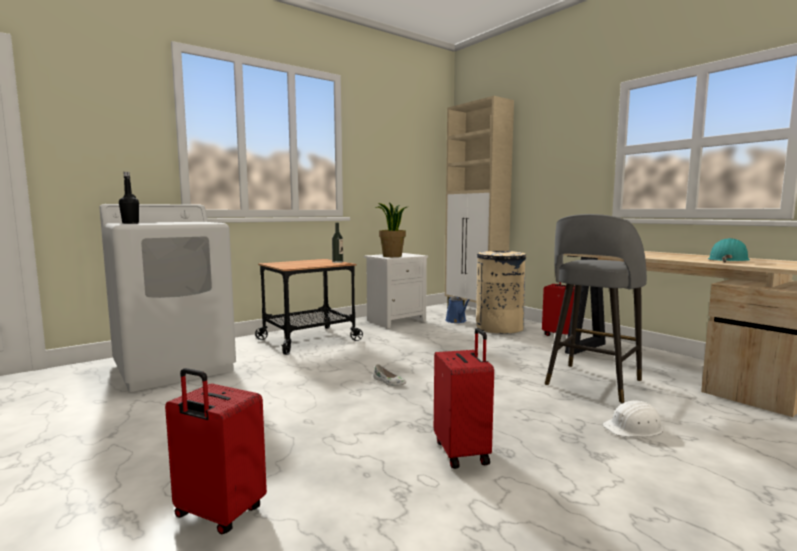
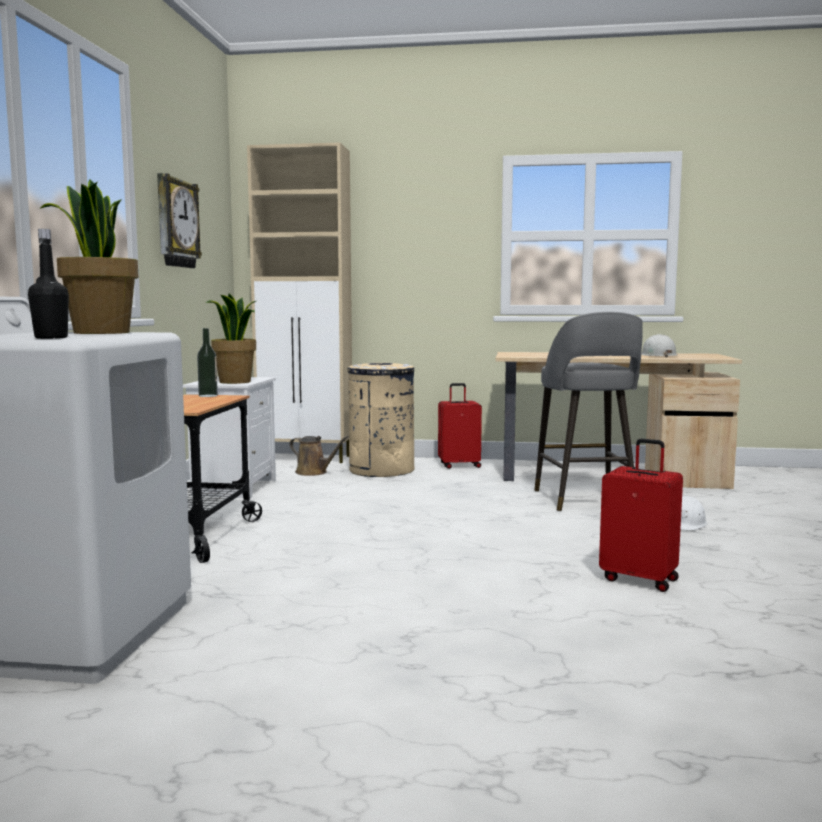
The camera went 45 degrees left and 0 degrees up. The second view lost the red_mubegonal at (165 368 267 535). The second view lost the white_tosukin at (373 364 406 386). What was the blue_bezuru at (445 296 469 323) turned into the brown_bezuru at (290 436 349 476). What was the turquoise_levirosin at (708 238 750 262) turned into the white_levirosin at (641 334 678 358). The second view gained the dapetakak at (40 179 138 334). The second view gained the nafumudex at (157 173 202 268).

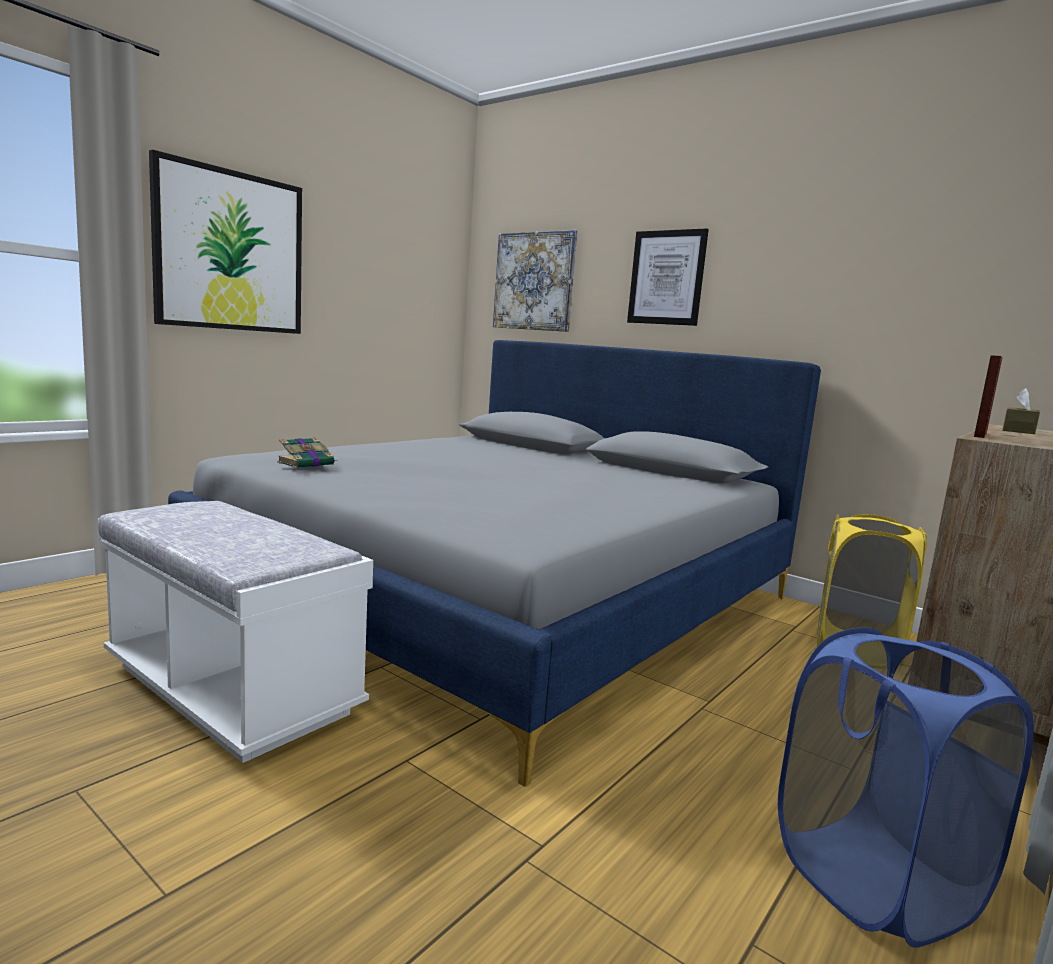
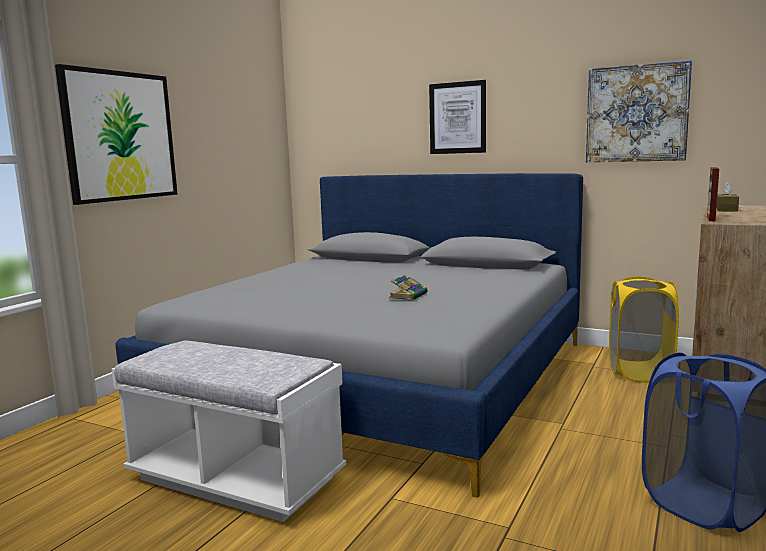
The camera went 10 degrees left and 0 degrees up. The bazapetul ended up elsewhere, having gone from (277 437 338 468) to (389 274 428 300). The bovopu ended up elsewhere, having gone from (493 230 578 332) to (586 60 692 162).

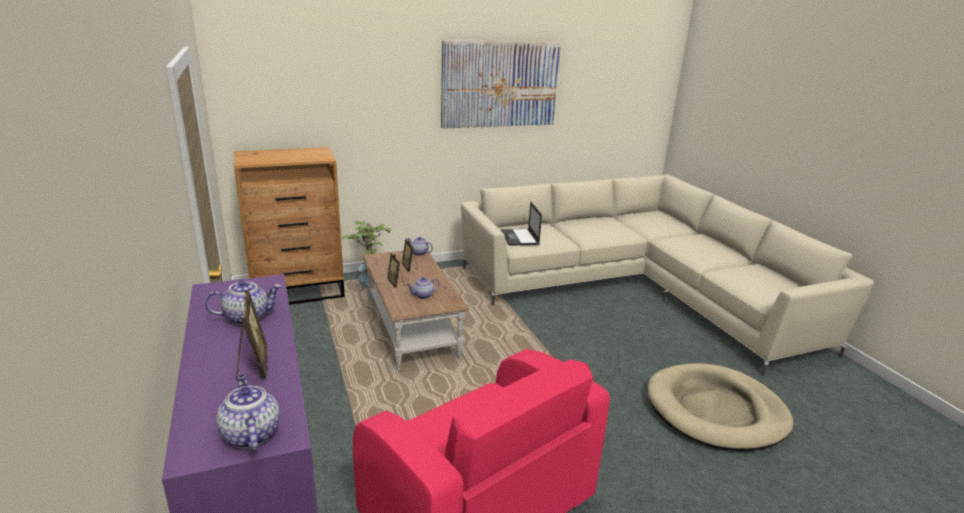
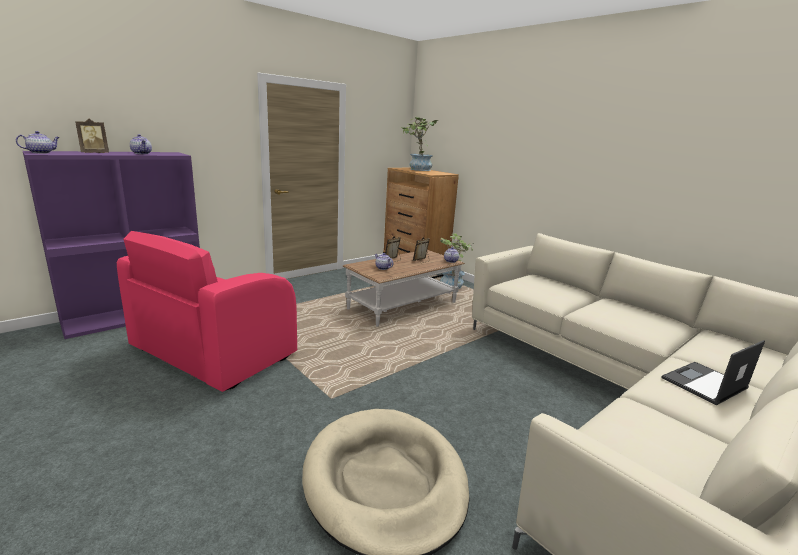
The camera went 70 degrees right and 5 degrees down. The second view lost the bovopu at (441 40 561 129). The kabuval ended up elsewhere, having gone from (501 202 542 246) to (661 340 765 406). The second view gained the dapetakak at (400 117 438 171).

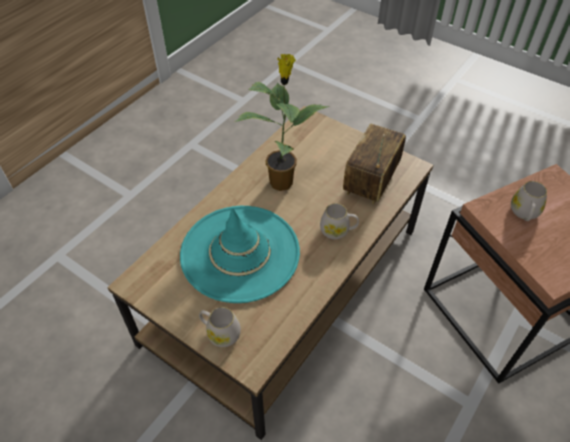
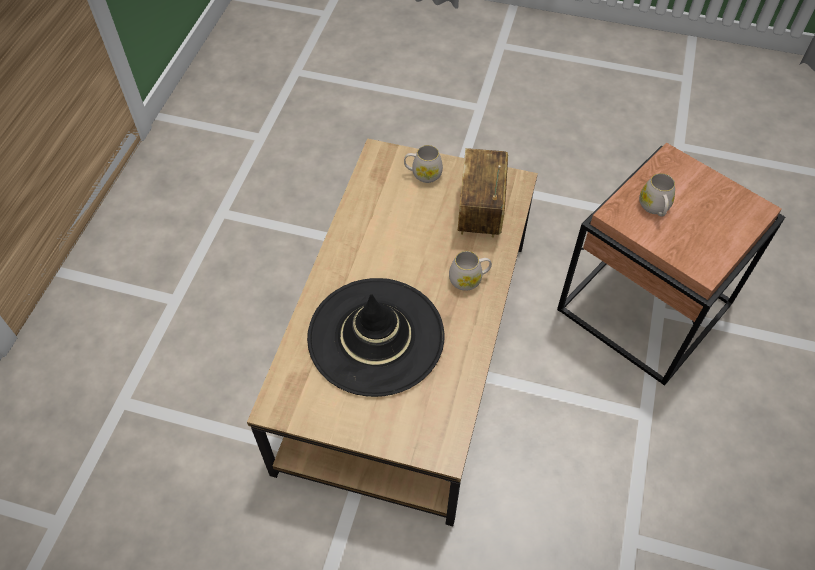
The camera went 20 degrees left and 5 degrees up. What was the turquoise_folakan at (180 206 300 303) turned into the black_folakan at (307 278 445 397). The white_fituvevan ended up elsewhere, having gone from (199 307 241 347) to (404 145 443 183). The second view lost the dapetakak at (235 54 329 191).

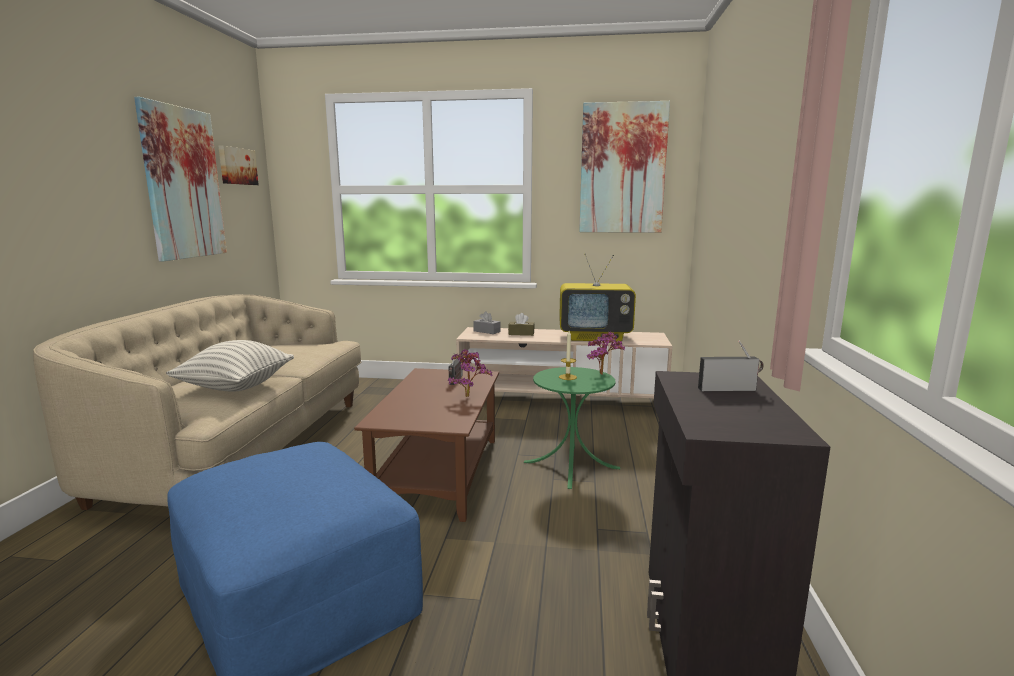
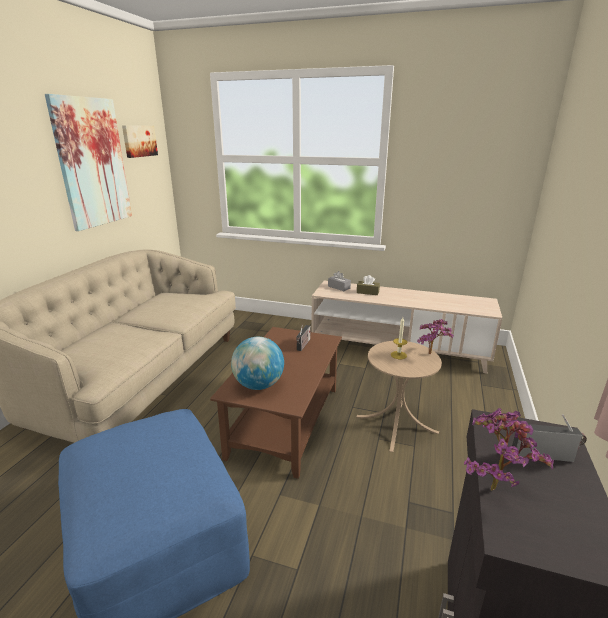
The camera went 10 degrees right and 10 degrees up. The second view lost the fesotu at (166 340 294 392). The dapetakak ended up elsewhere, having gone from (448 349 492 397) to (464 408 554 491). What was the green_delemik at (524 367 620 489) turned into the beige_delemik at (356 341 442 452). The second view lost the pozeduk at (559 254 636 342). The second view lost the bovopu at (579 101 670 233). The second view gained the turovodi at (231 337 284 390).

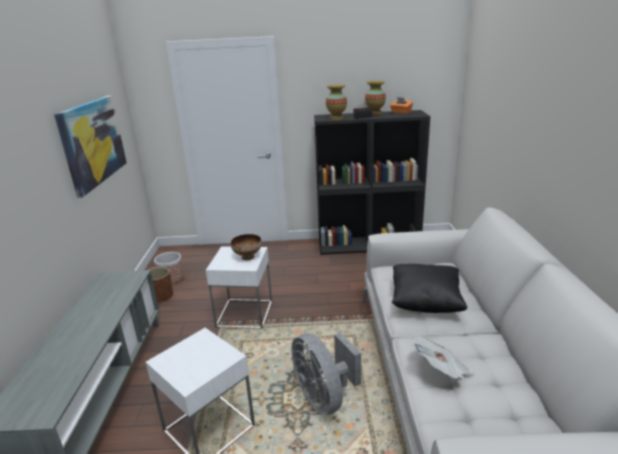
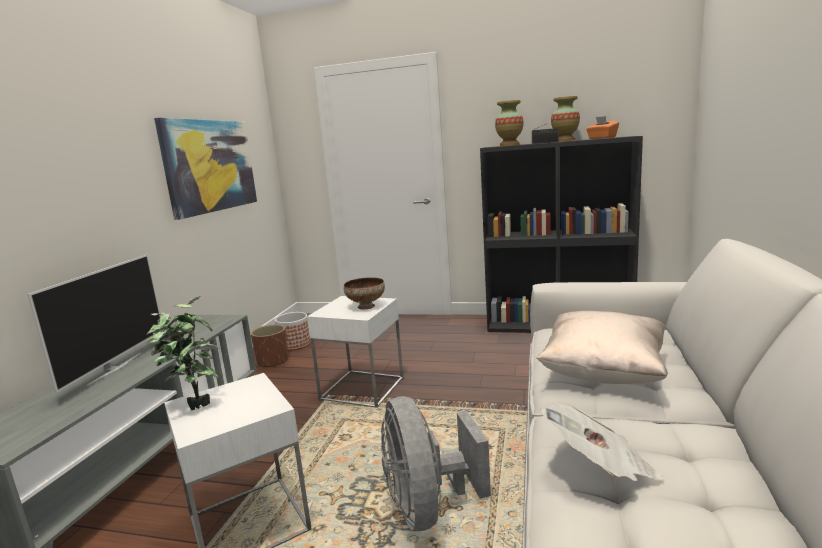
The camera went 15 degrees right and 10 degrees down. What was the black_fesotu at (392 264 467 313) turned into the beige_fesotu at (536 311 668 384). The second view gained the pozeduk at (27 255 161 393). The second view gained the dapetakak at (147 296 219 410).

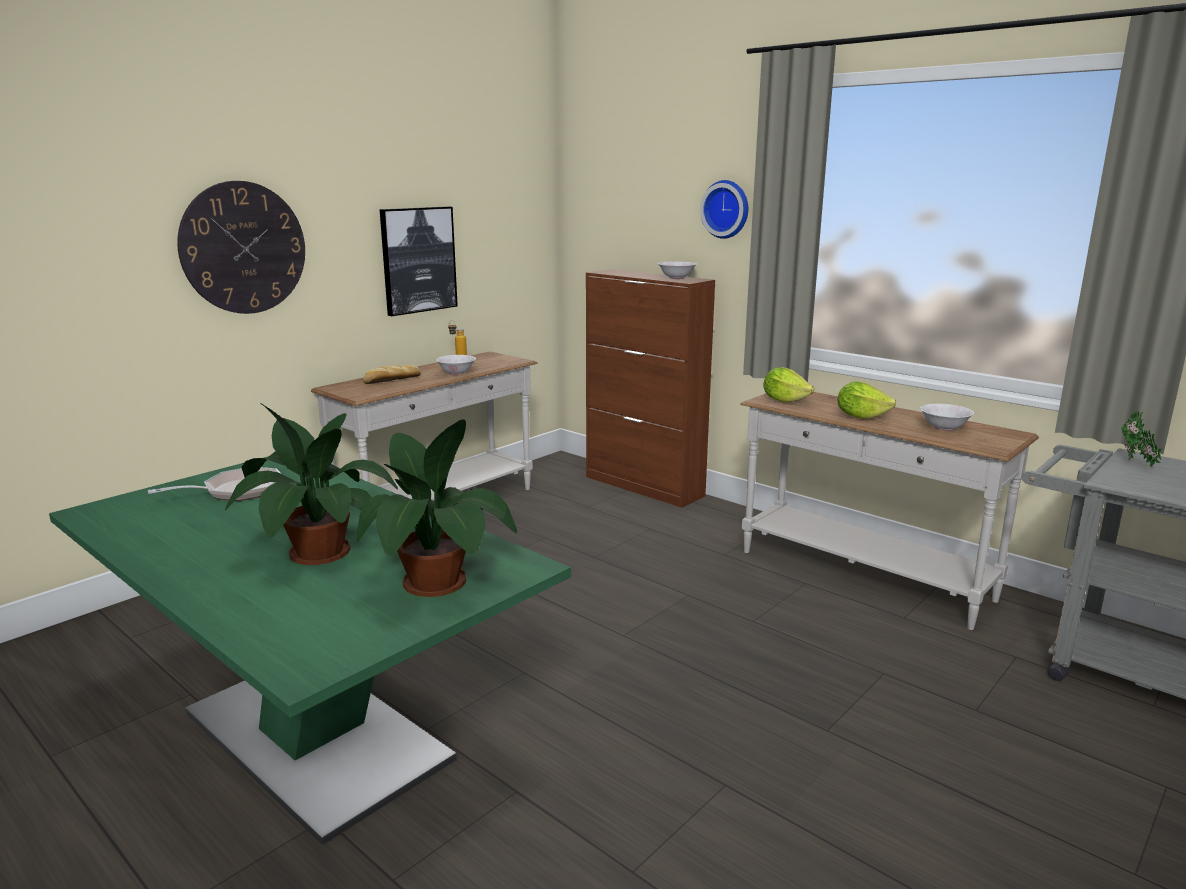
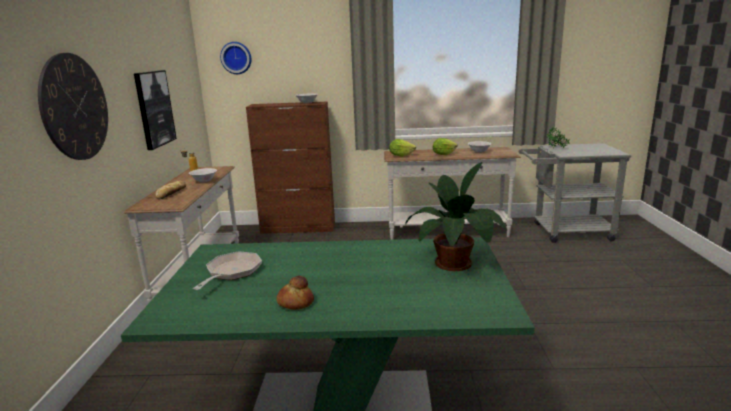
The camera went 40 degrees left and 0 degrees up. The second view lost the dapetakak at (225 403 398 565). The nafumudex ended up elsewhere, having gone from (700 180 748 239) to (220 42 251 74). The second view gained the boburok at (277 276 314 310).

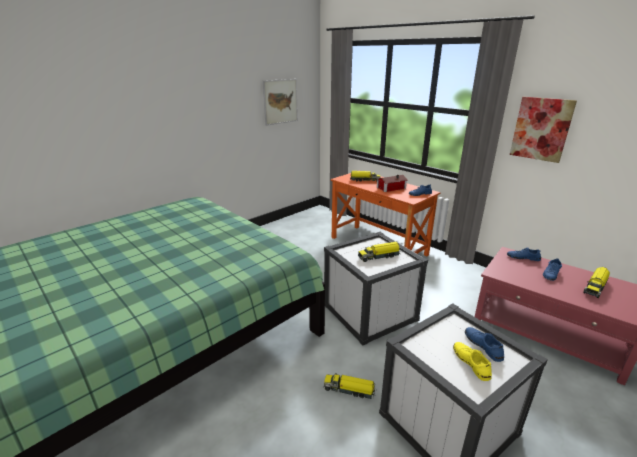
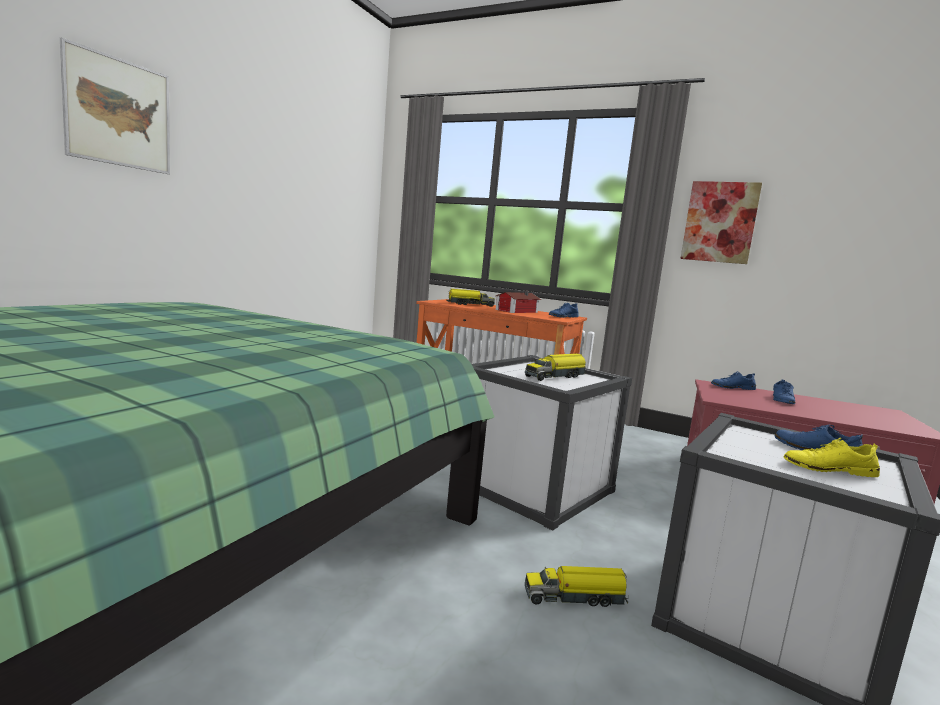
The camera went 20 degrees left and 15 degrees down. The bovopu ended up elsewhere, having gone from (263 79 298 126) to (60 37 170 174). The yellow_tosukin at (453 342 492 381) ended up facing another way, 45 degrees counterclockwise from before. The second view lost the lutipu at (583 267 610 298).

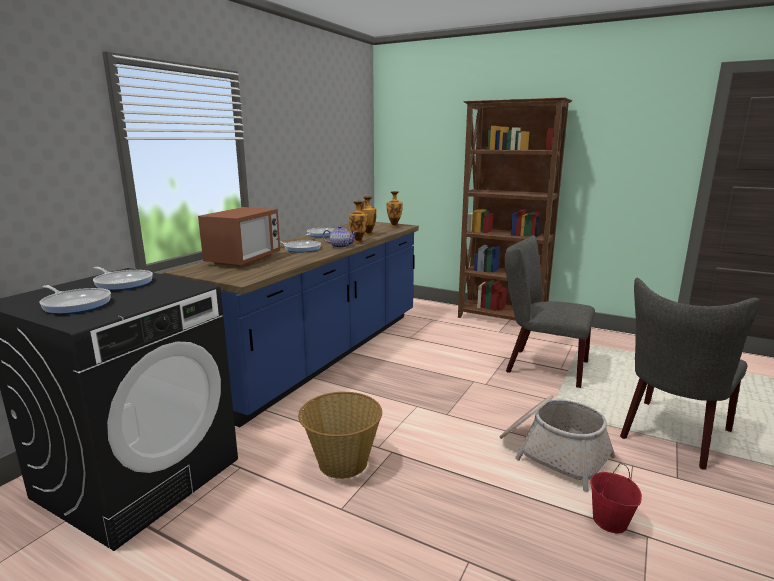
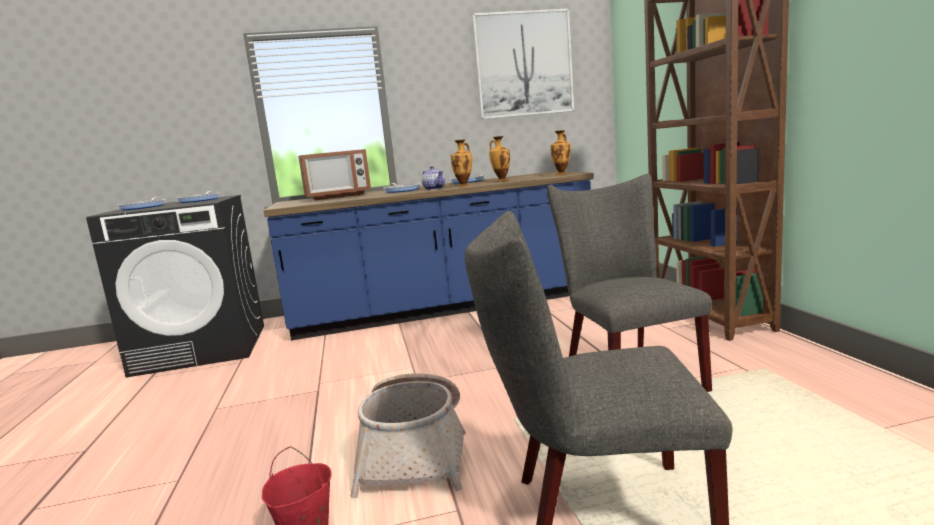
The camera went 50 degrees right and 5 degrees down. The second view lost the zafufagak at (298 392 382 479). The second view gained the bovopu at (472 8 574 119).

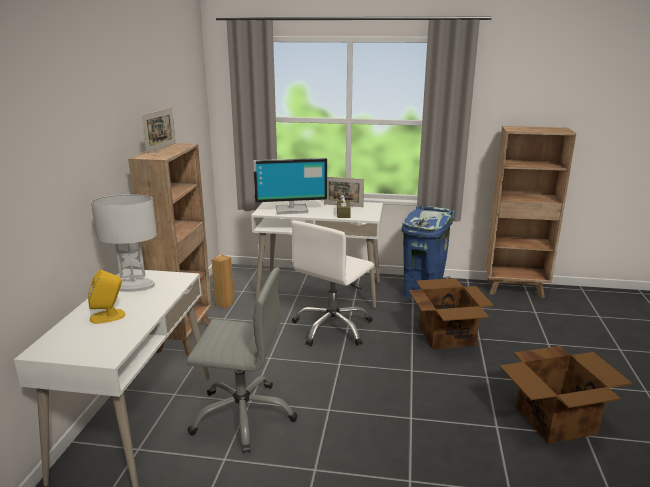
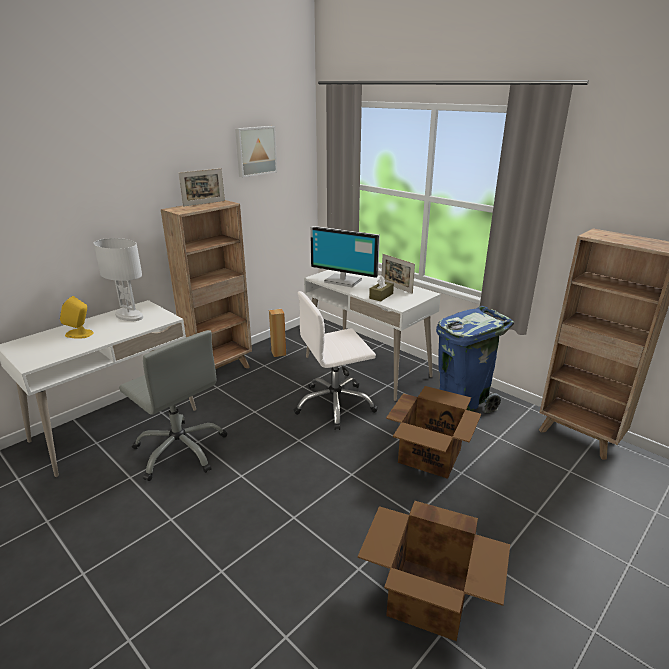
The camera went 35 degrees right and 5 degrees up. The second view gained the bovopu at (235 126 277 177).

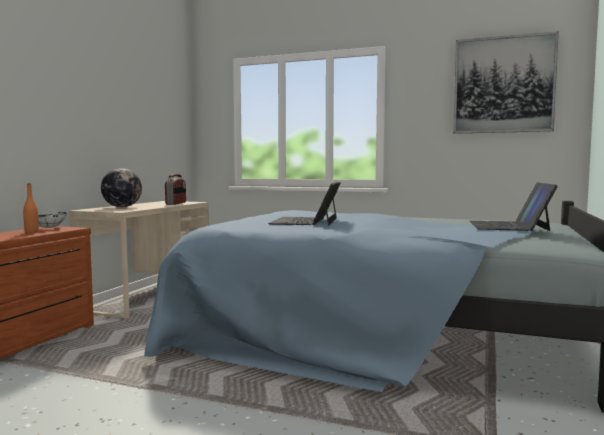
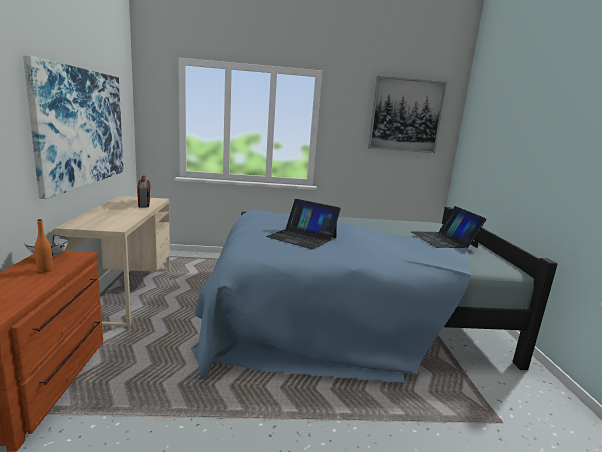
The camera went 25 degrees left and 10 degrees up. The second view lost the turovodi at (101 168 142 207). The kabuval at (268 182 341 225) ended up facing another way, 45 degrees counterclockwise from before. The second view gained the bovopu at (23 55 124 199).

